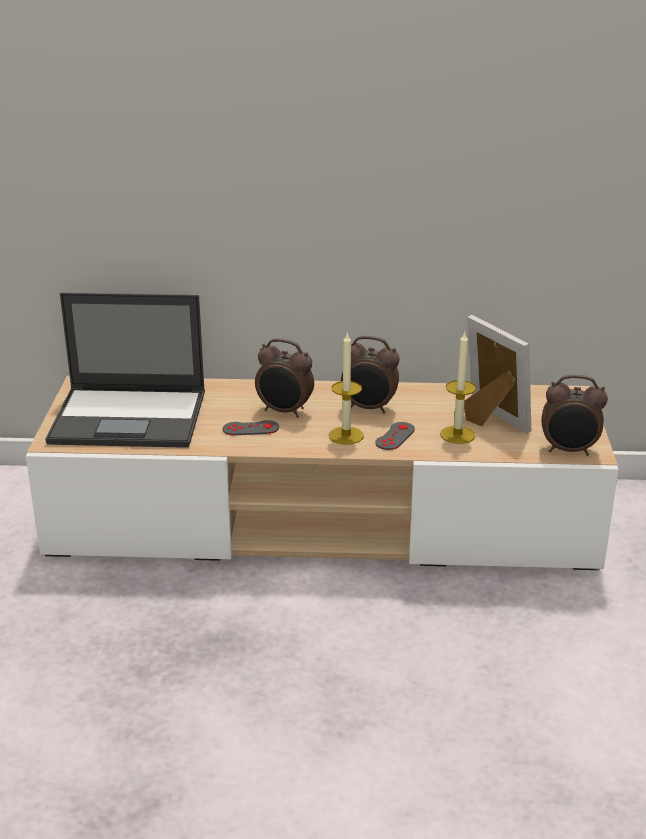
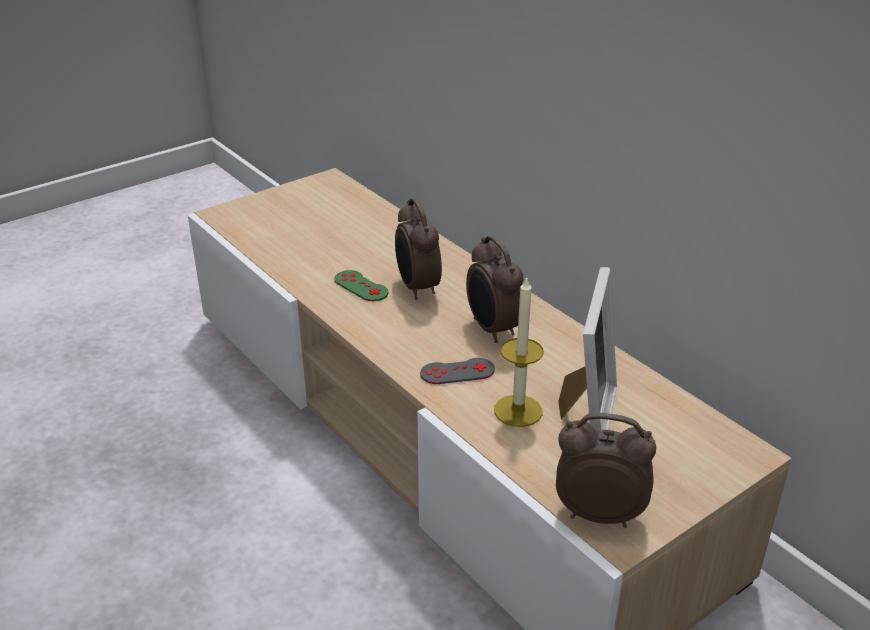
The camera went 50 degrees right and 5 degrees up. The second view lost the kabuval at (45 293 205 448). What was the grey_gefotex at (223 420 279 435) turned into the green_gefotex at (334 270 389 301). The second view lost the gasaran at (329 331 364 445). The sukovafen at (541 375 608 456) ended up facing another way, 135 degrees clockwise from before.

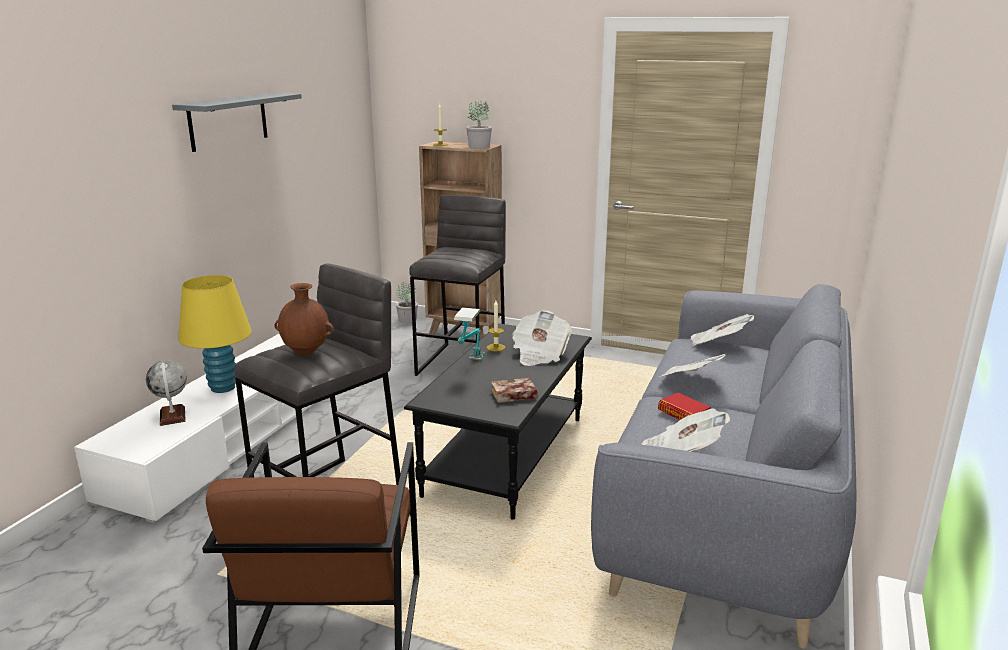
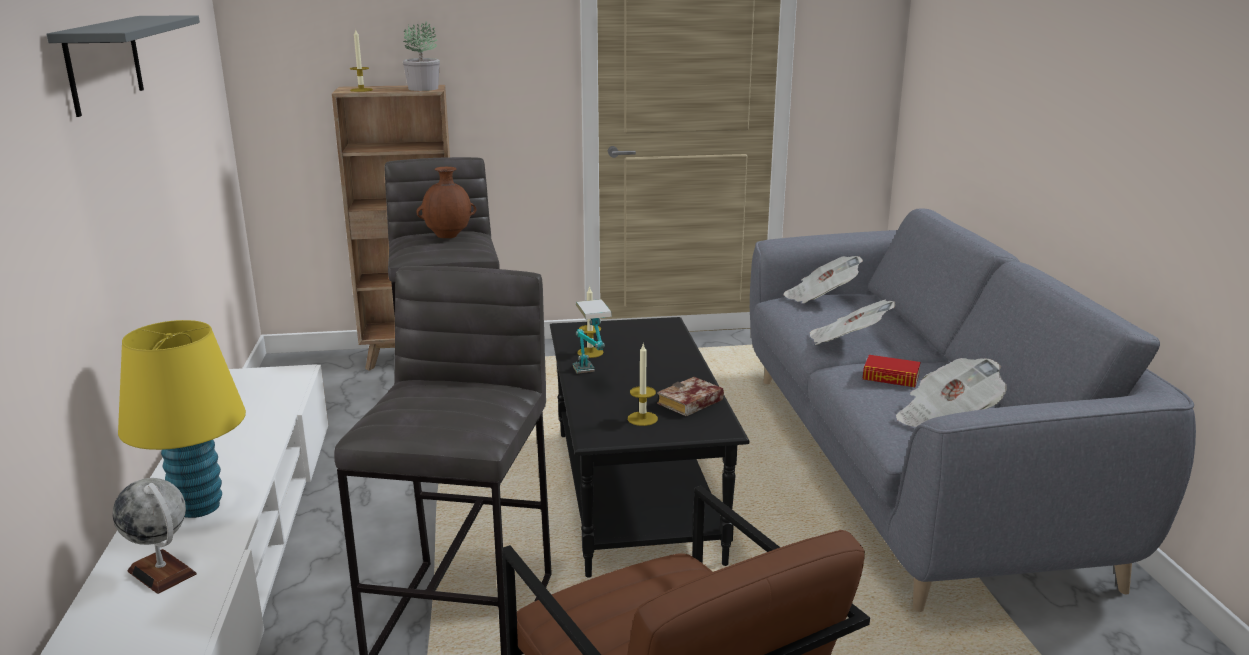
The camera went 30 degrees left and 0 degrees up. The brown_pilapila ended up elsewhere, having gone from (274 283 334 355) to (416 167 476 238). The second view lost the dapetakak at (396 282 418 323). The second view lost the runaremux at (512 310 572 366). The second view gained the gasaran at (628 344 658 426).

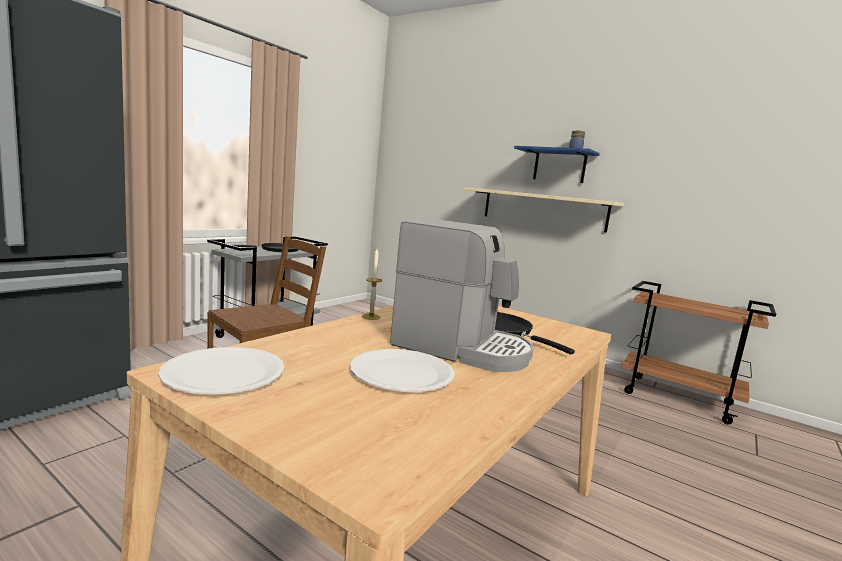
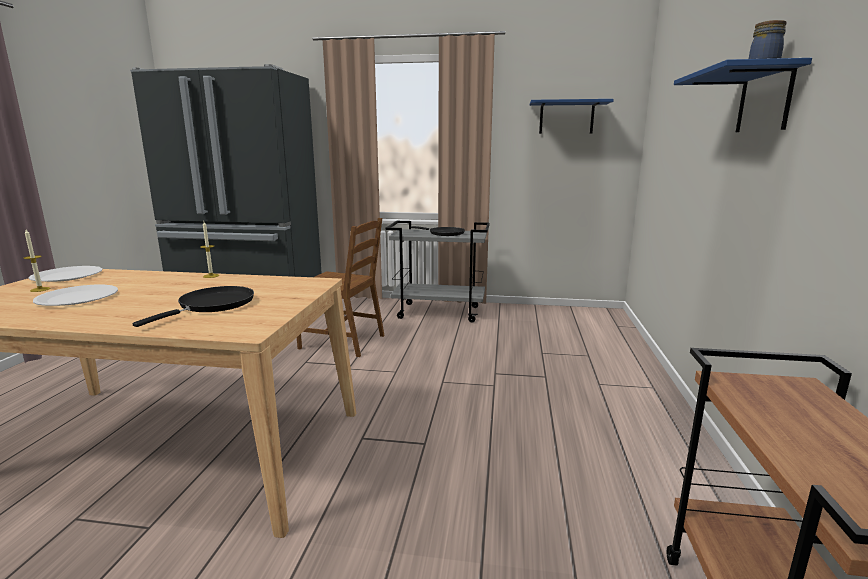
The camera went 65 degrees right and 5 degrees up. The second view lost the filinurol at (390 219 533 372). The second view lost the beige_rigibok at (464 187 624 232). The second view gained the gasaran at (24 229 51 292). The second view gained the blue_rigibok at (530 99 614 134).

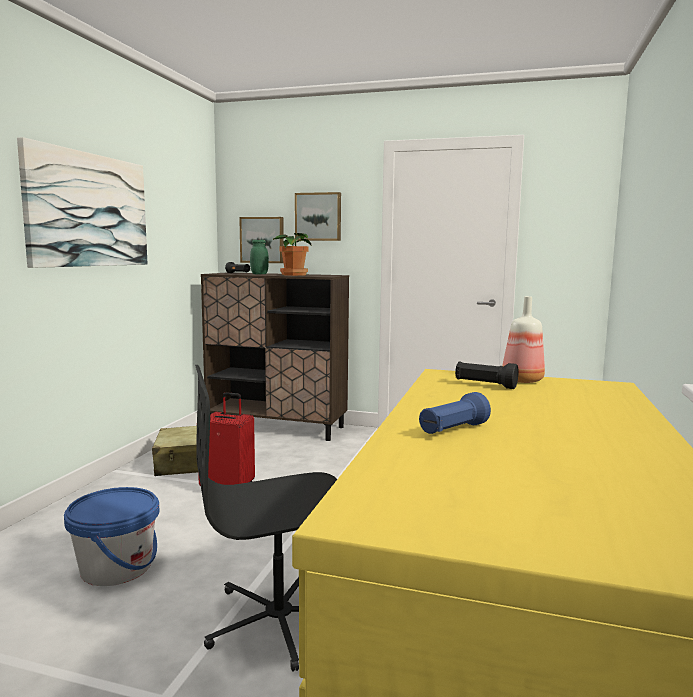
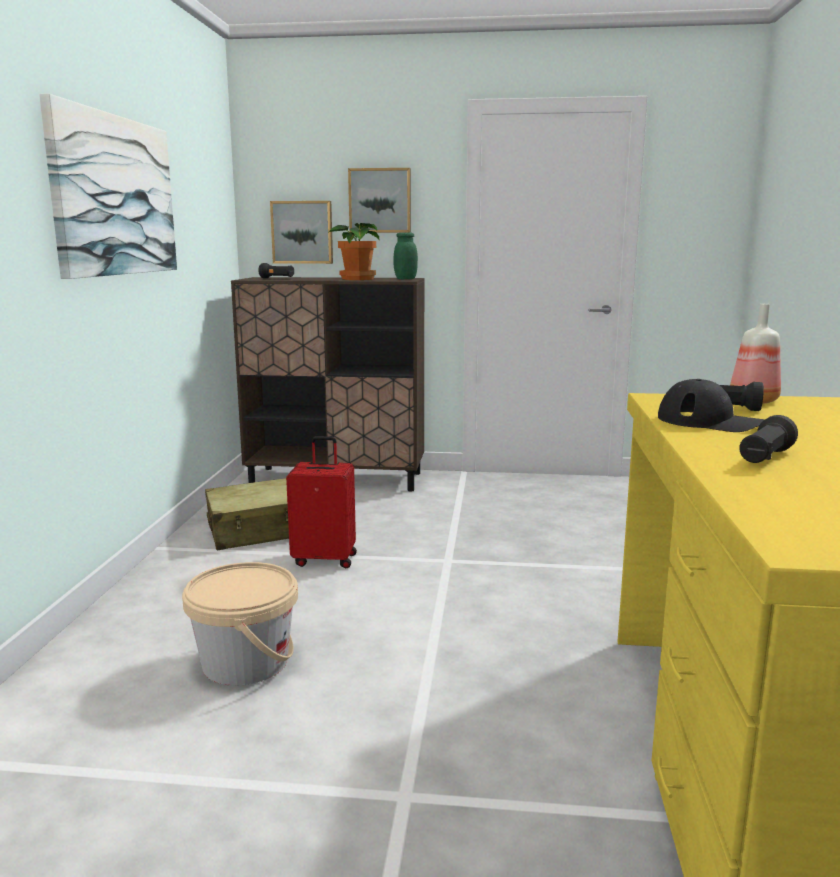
The camera went 10 degrees left and 5 degrees up. What was the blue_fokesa at (64 487 159 586) turned into the beige_fokesa at (182 562 298 686). The second view lost the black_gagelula at (195 365 337 672). The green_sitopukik ended up elsewhere, having gone from (250 240 269 274) to (394 232 418 279). What was the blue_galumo at (419 392 491 434) turned into the black_galumo at (739 415 798 463). The second view gained the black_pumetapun at (658 379 765 432).

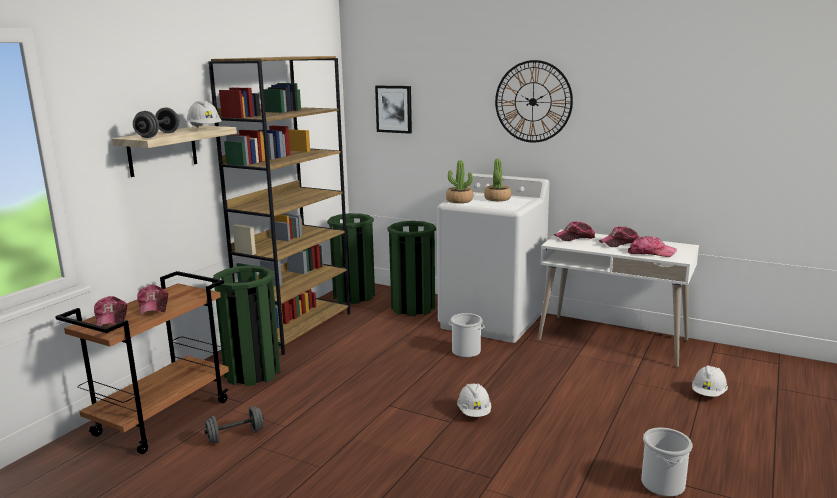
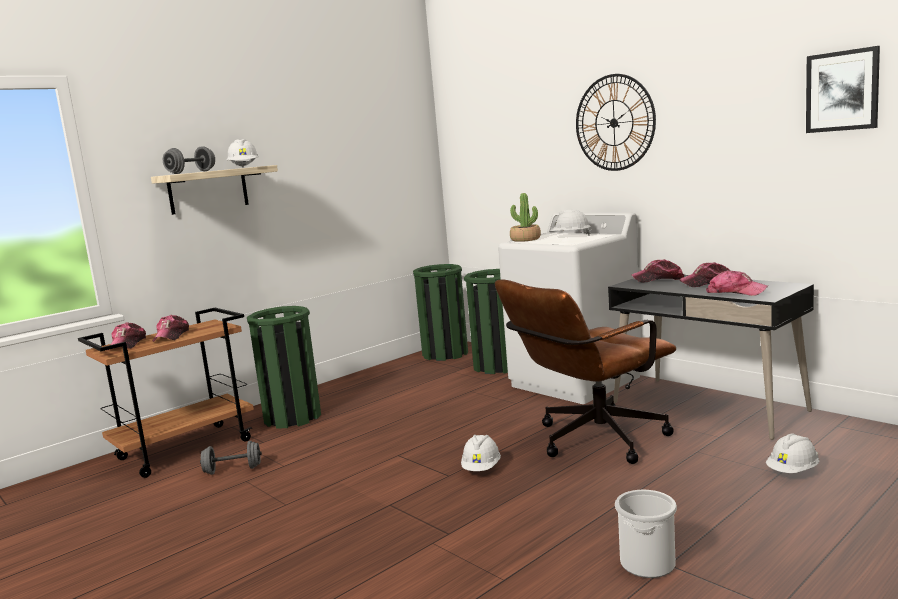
The camera went 20 degrees right and 5 degrees down. The second view lost the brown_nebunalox at (208 56 350 355). The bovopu ended up elsewhere, having gone from (375 86 412 134) to (806 46 880 133). The second view lost the fokesa at (449 313 484 358). Where the dapetakak stood at (484 159 511 201), the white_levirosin came to stand at (550 209 591 236). What was the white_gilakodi at (538 230 699 367) turned into the black_gilakodi at (608 275 814 440). The second view gained the brown_gagelula at (495 280 676 464).

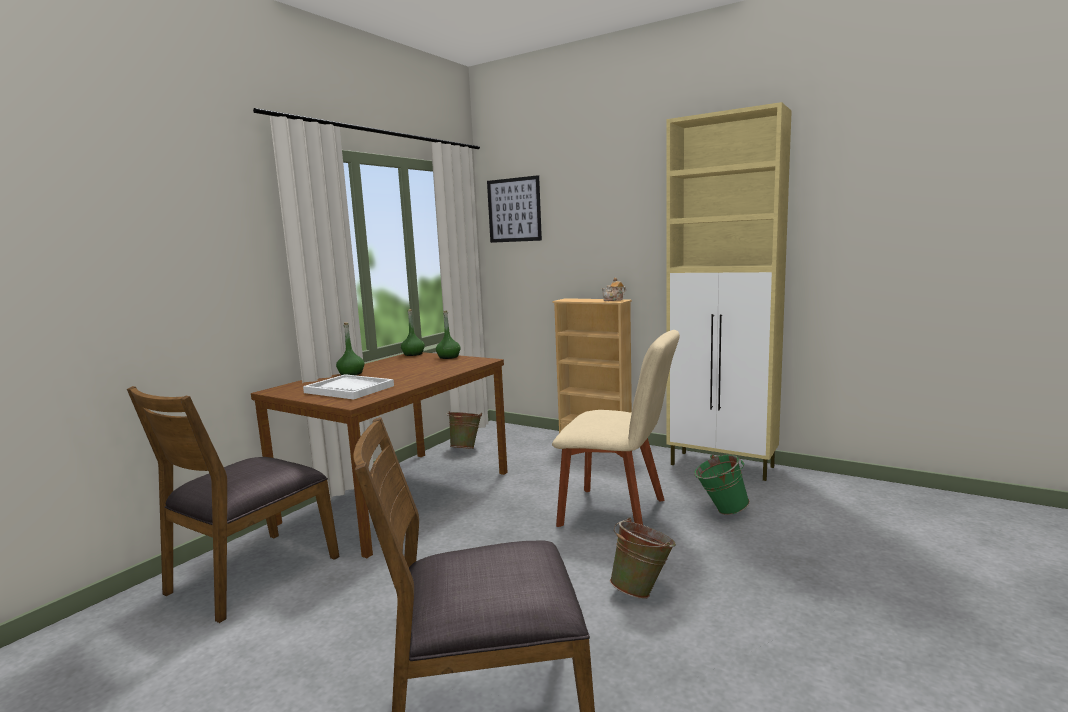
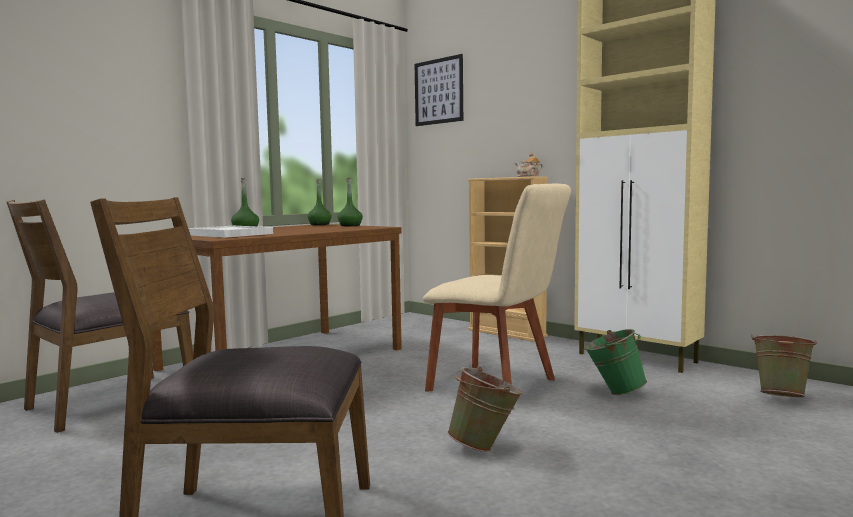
The camera went 10 degrees right and 5 degrees down. The green_fokesa ended up elsewhere, having gone from (446 411 482 449) to (751 335 818 397).

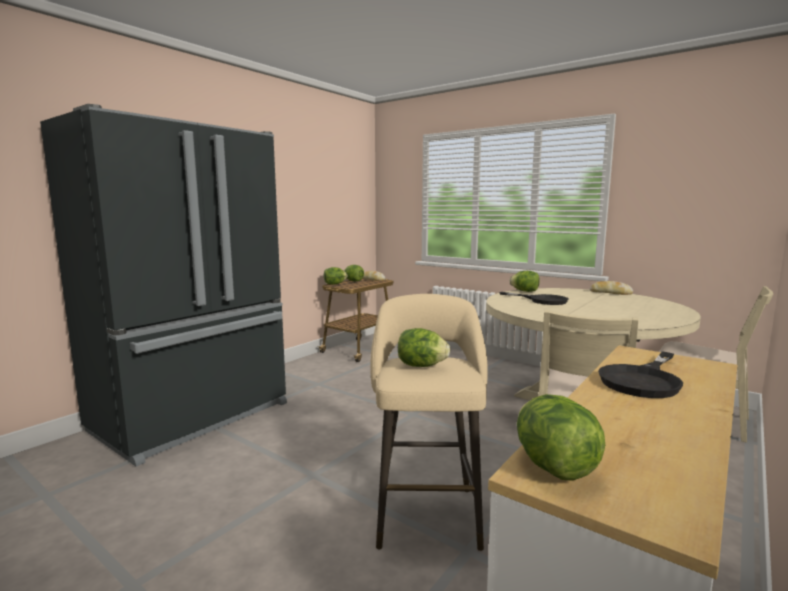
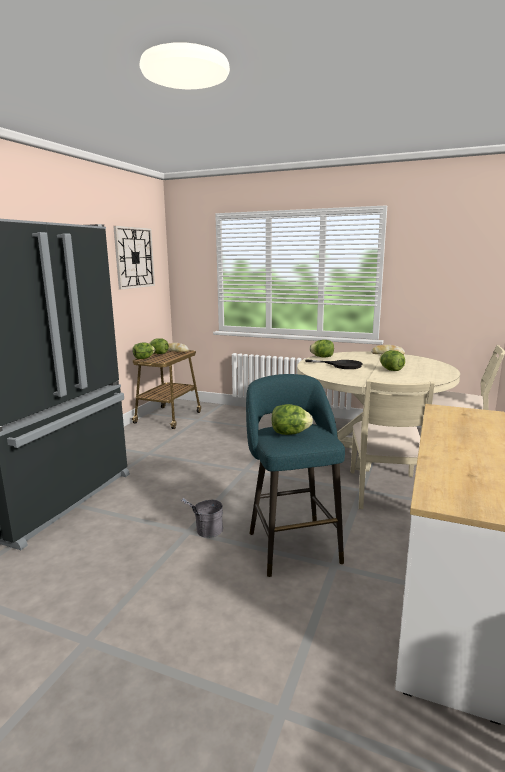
The camera went 15 degrees left and 5 degrees up. What was the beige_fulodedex at (370 294 488 551) turned into the turquoise_fulodedex at (246 374 345 577). The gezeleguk ended up elsewhere, having gone from (517 394 605 481) to (380 350 405 371). The second view lost the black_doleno at (598 352 683 398). The second view gained the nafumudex at (113 226 155 290). The second view gained the grey_fokesa at (181 498 223 538).

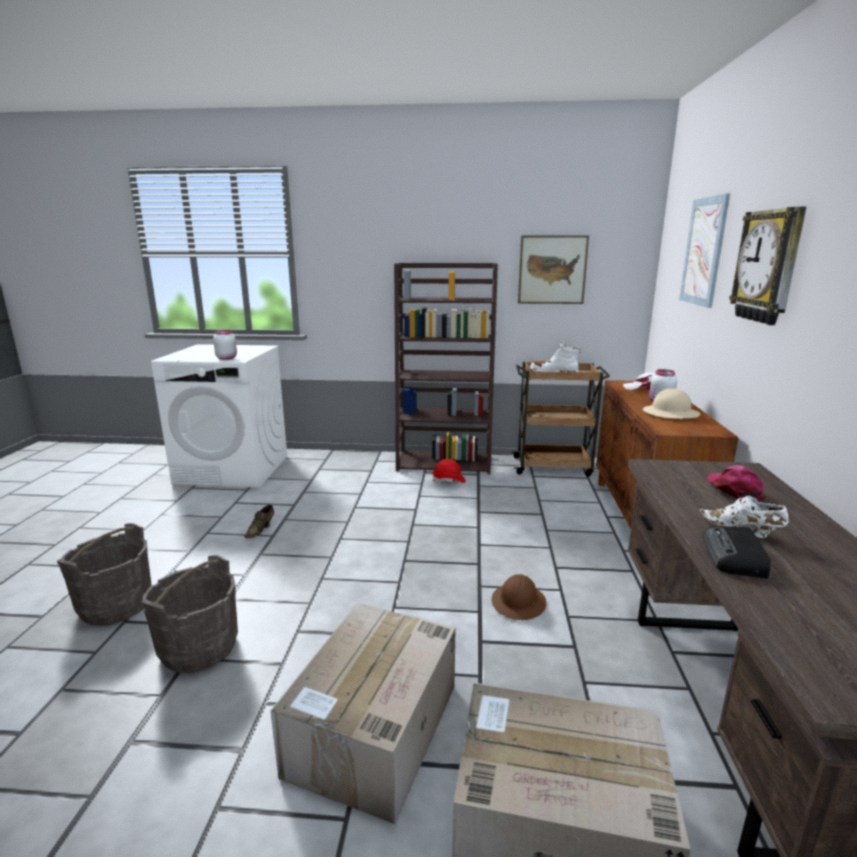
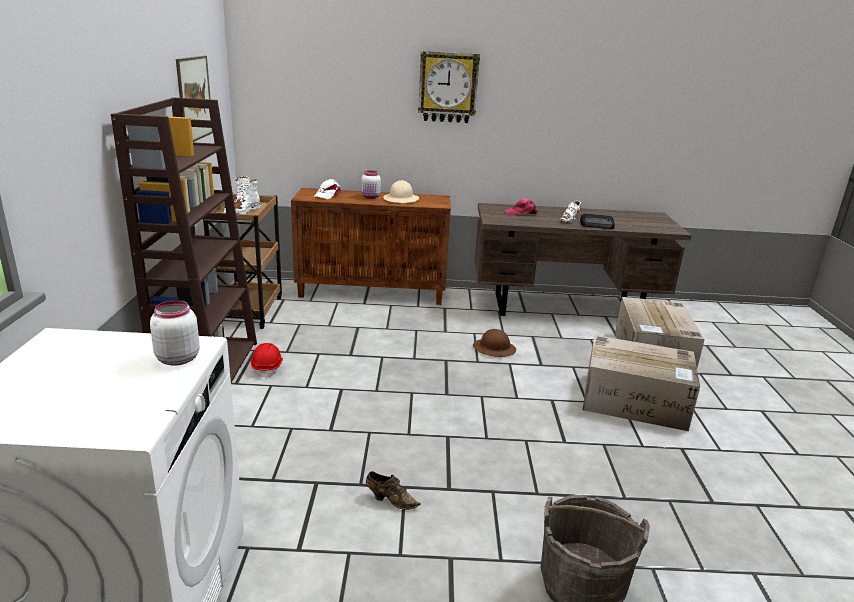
The camera went 95 degrees left and 5 degrees up. The second view lost the grey_fokesa at (141 555 238 673). The second view lost the bovopu at (679 193 730 308).

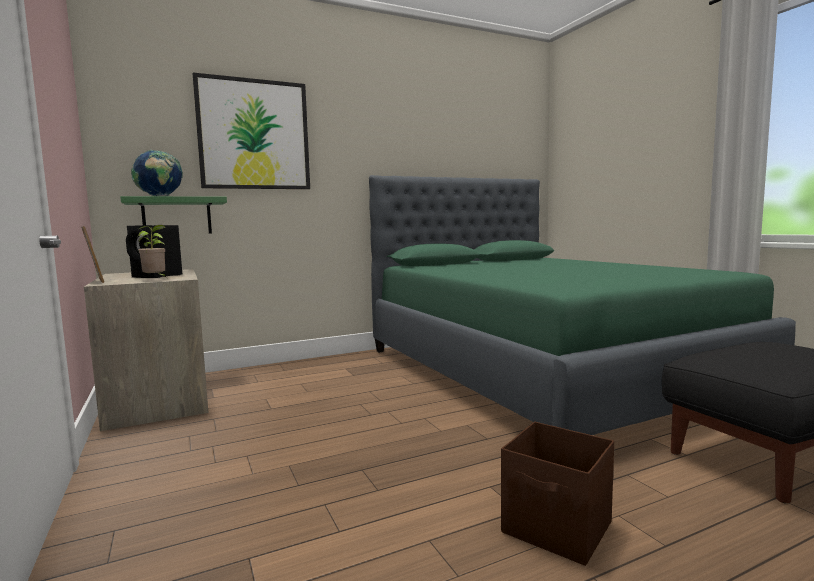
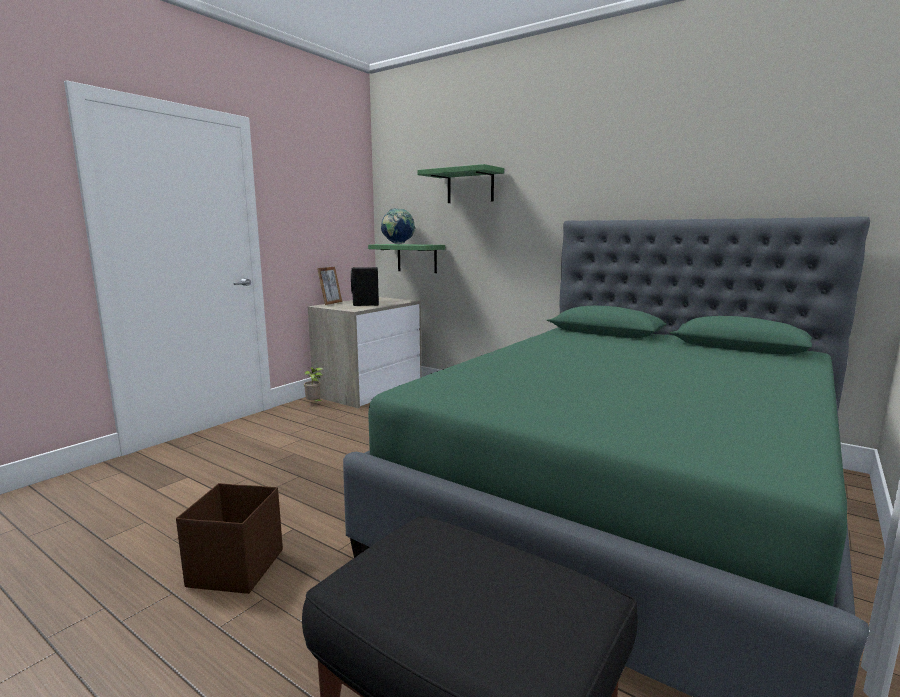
The camera went 60 degrees right and 5 degrees up. The dapetakak ended up elsewhere, having gone from (138 225 167 278) to (304 368 323 402). Where the bovopu hung at (193 73 310 189), the green_rigibok came to hang at (417 164 504 203).

